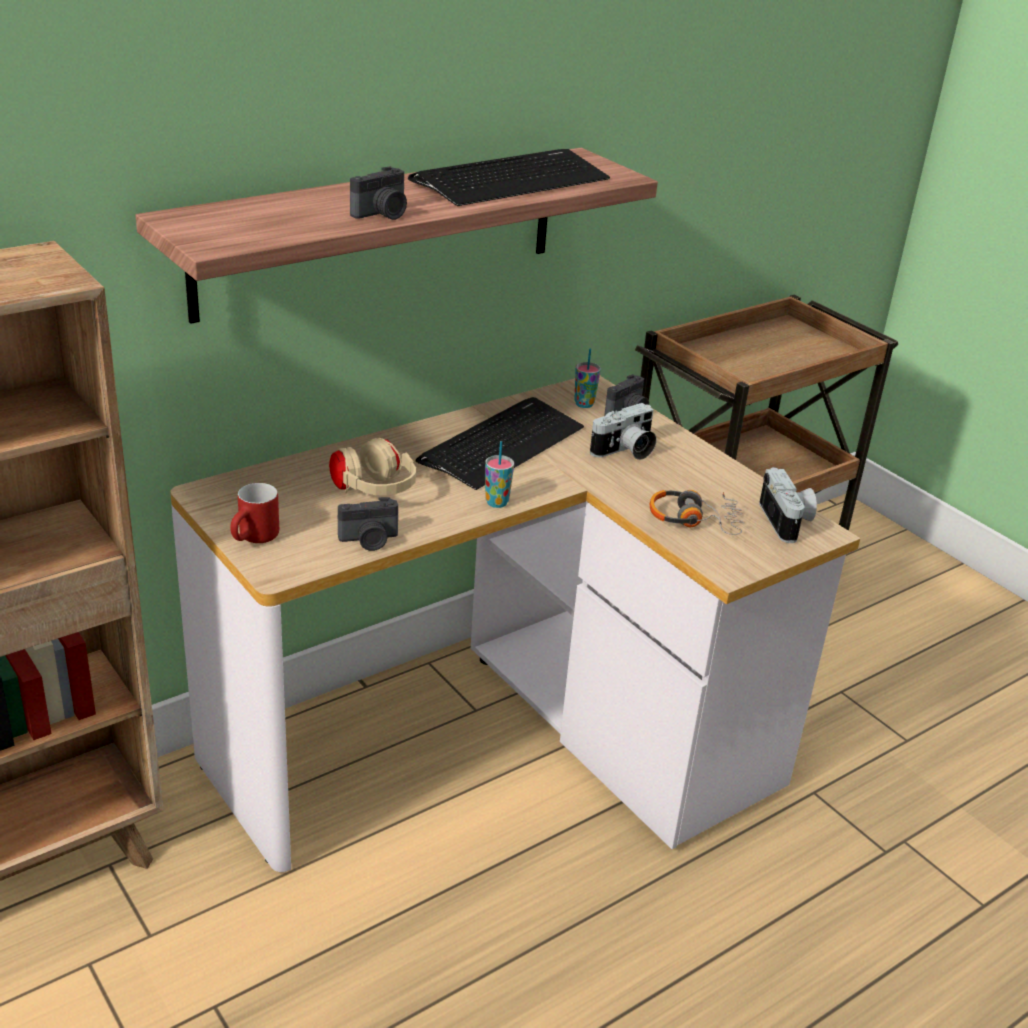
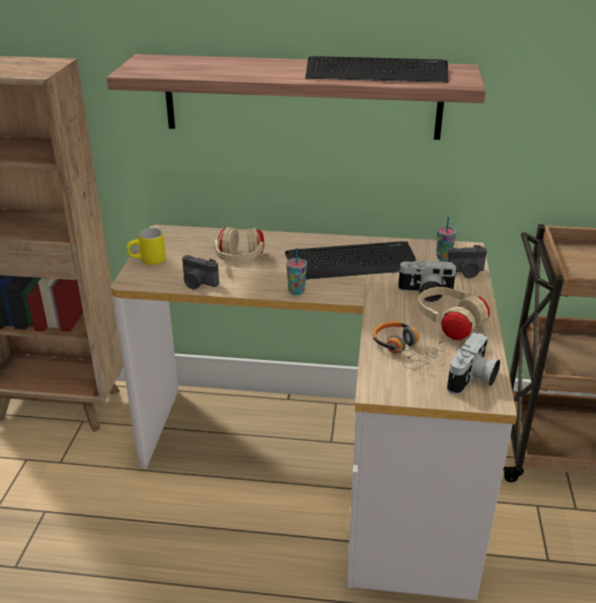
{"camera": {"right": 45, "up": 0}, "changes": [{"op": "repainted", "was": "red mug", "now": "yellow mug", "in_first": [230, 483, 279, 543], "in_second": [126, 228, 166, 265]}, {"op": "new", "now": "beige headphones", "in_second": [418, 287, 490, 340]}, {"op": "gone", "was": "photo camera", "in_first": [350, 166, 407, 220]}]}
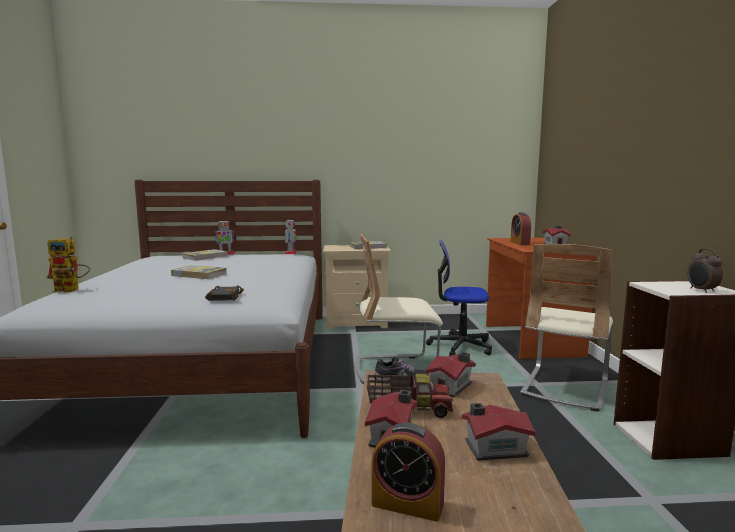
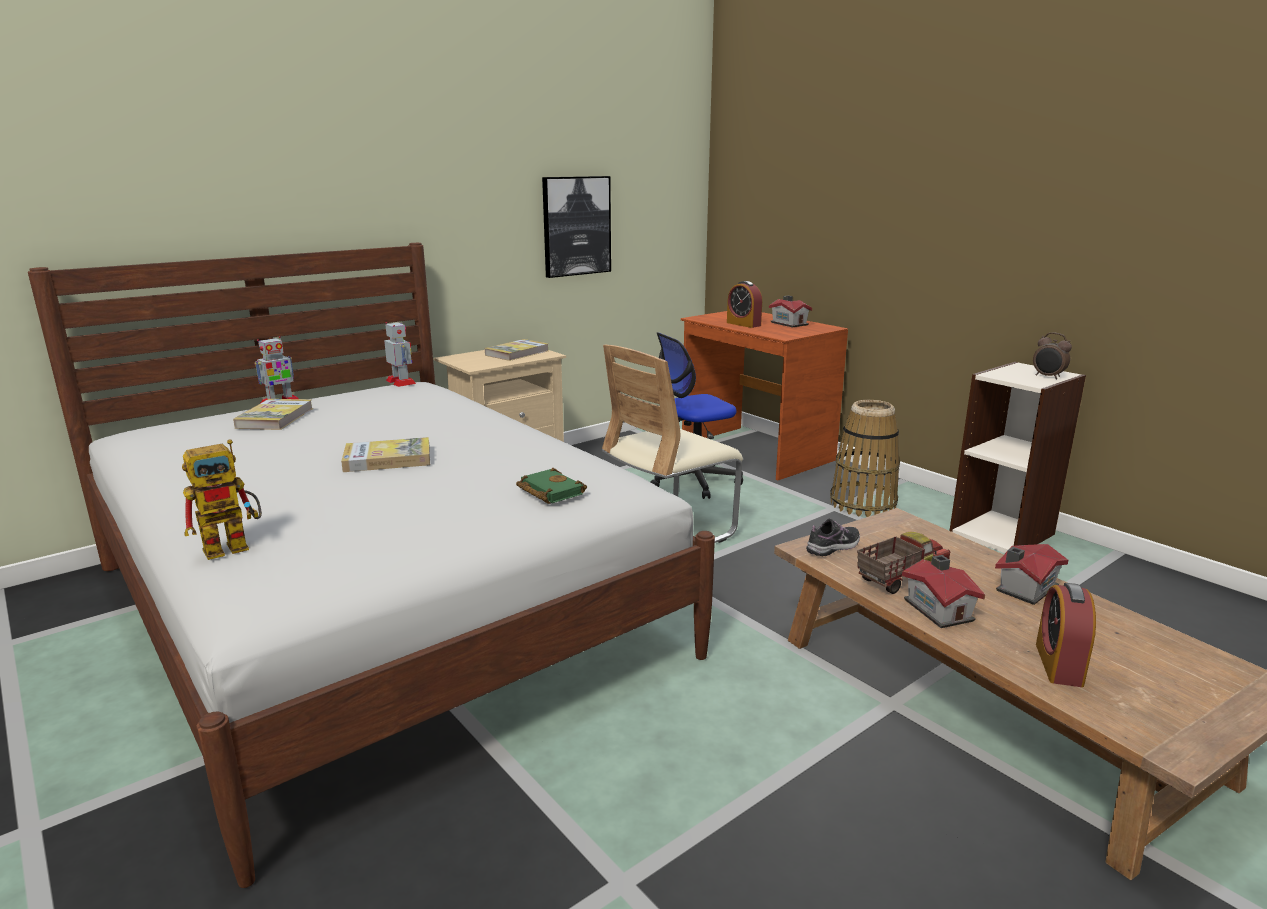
{"camera": {"right": -35, "up": 10}, "changes": [{"op": "repainted", "was": "black book", "now": "green book", "in_first": [205, 285, 244, 301], "in_second": [516, 468, 587, 504]}, {"op": "new", "now": "picture", "in_second": [542, 176, 611, 278]}, {"op": "swapped", "was": "beige chair", "now": "basket", "in_first": [520, 244, 613, 412], "in_second": [830, 400, 900, 517]}, {"op": "rotated", "was": "alarm clock", "in_first": [371, 423, 445, 522], "in_second": [1036, 583, 1096, 687], "clockwise": 120}, {"op": "gone", "was": "toy house", "in_first": [426, 352, 476, 397]}]}
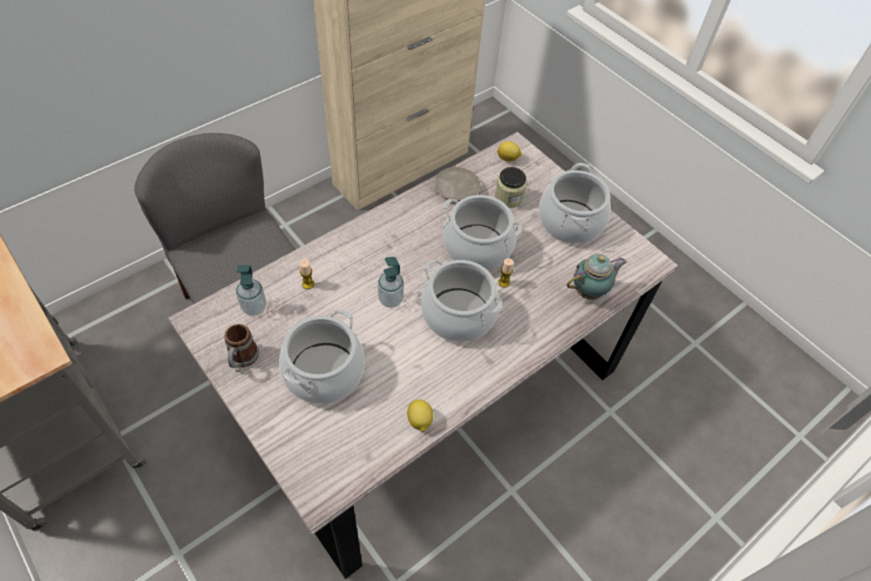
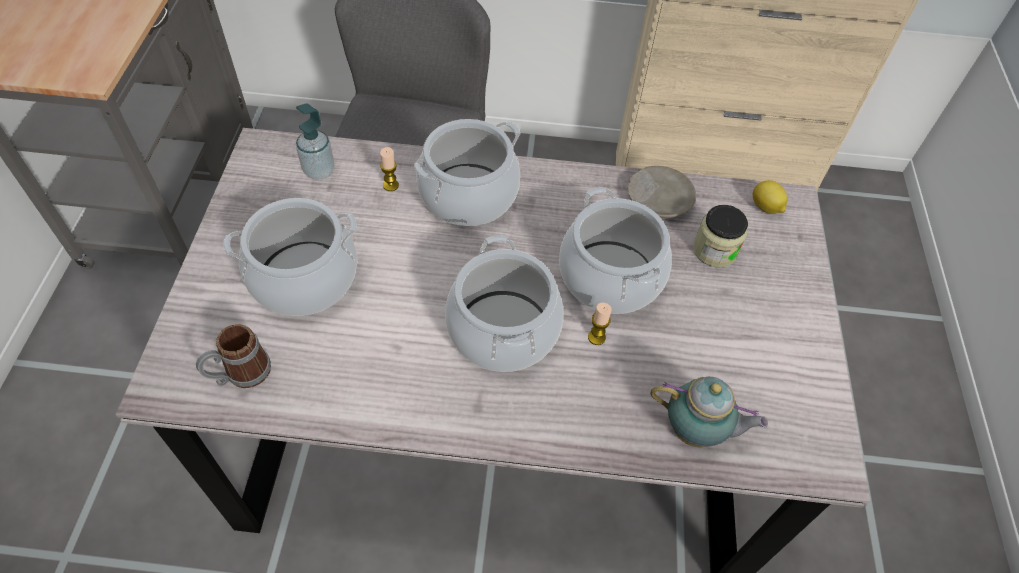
{"camera": {"right": 45, "up": 0}, "changes": [{"op": "shifted", "was": "mug", "in_first": [224, 324, 259, 372], "in_second": [196, 324, 271, 388]}, {"op": "shifted", "was": "cooking pot", "in_first": [539, 163, 611, 243], "in_second": [414, 119, 520, 226]}, {"op": "gone", "was": "soap dispenser", "in_first": [378, 257, 404, 308]}, {"op": "gone", "was": "lemon", "in_first": [407, 400, 433, 432]}]}
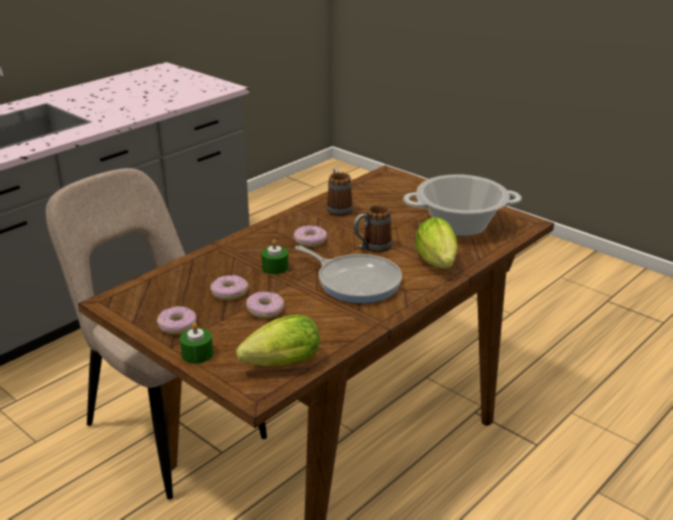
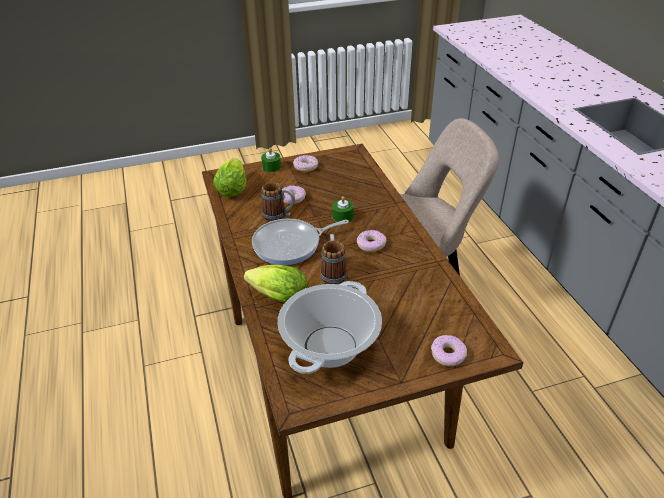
{"camera": {"right": 120, "up": 10}, "changes": [{"op": "shifted", "was": "mug", "in_first": [326, 169, 353, 216], "in_second": [261, 182, 295, 221]}, {"op": "shifted", "was": "donut", "in_first": [210, 275, 248, 300], "in_second": [431, 335, 467, 366]}]}
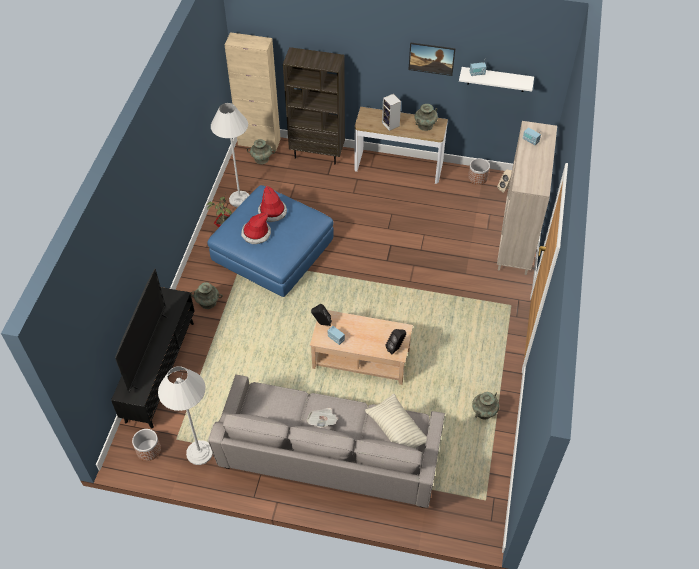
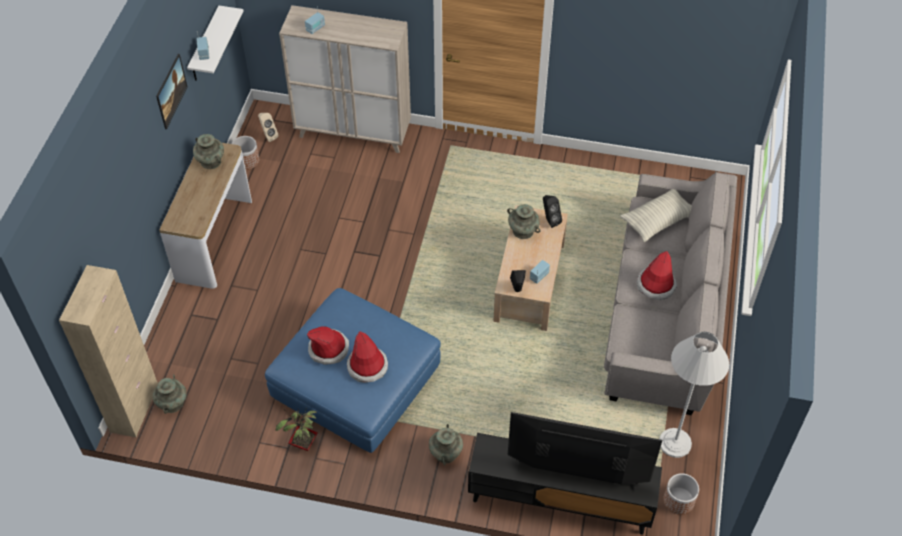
{"camera": {"right": -90, "up": 0}, "changes": [{"op": "shifted", "was": "turquoise vase", "in_first": [472, 392, 500, 420], "in_second": [507, 204, 541, 239]}, {"op": "swapped", "was": "newspaper", "now": "hat", "in_first": [307, 408, 338, 428], "in_second": [637, 251, 677, 300]}, {"op": "gone", "was": "white floor lamp", "in_first": [211, 103, 249, 207]}, {"op": "gone", "was": "brown bookcase", "in_first": [283, 47, 345, 165]}, {"op": "gone", "was": "speaker", "in_first": [382, 94, 401, 131]}]}
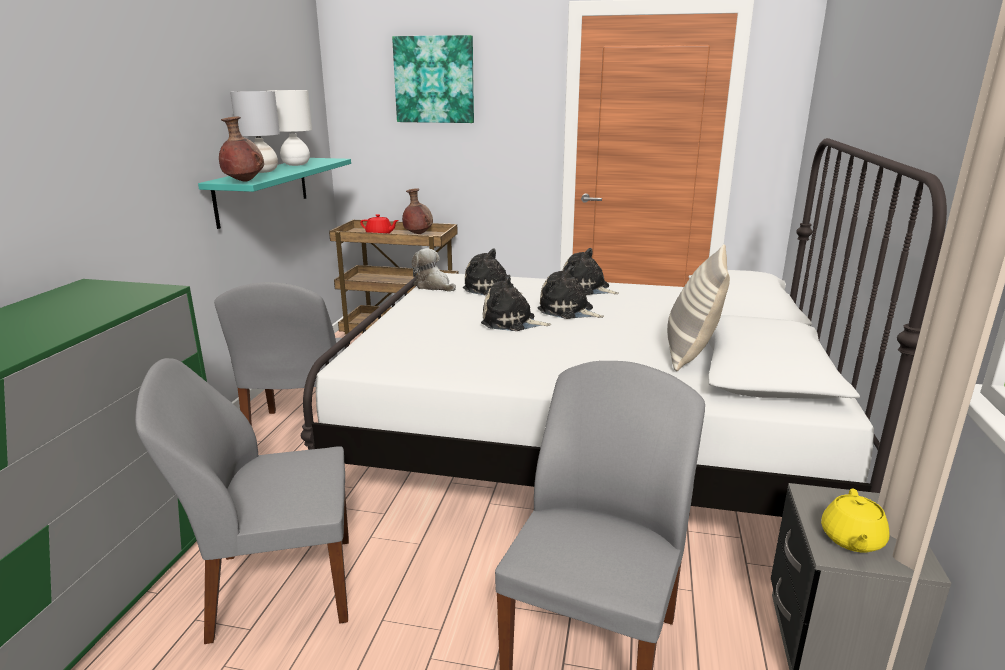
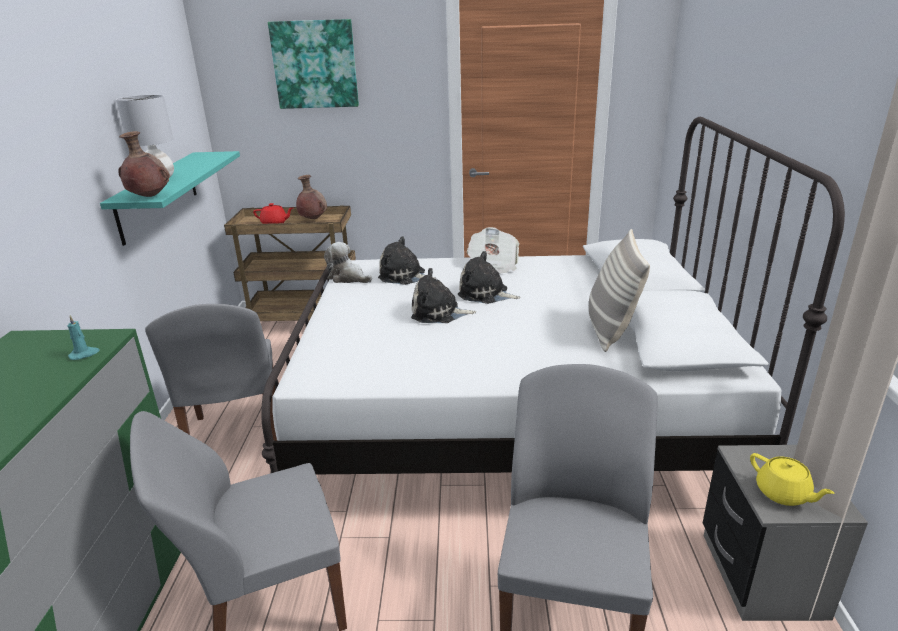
{"camera": {"right": -10, "up": 5}, "changes": [{"op": "new", "now": "turquoise candle", "in_second": [68, 315, 100, 360]}, {"op": "swapped", "was": "plush toy", "now": "newspaper", "in_first": [562, 248, 619, 295], "in_second": [467, 227, 519, 274]}, {"op": "rotated", "was": "yellow teapot", "in_first": [821, 489, 889, 553], "in_second": [750, 453, 835, 506], "clockwise": -45}, {"op": "gone", "was": "white table lamp", "in_first": [267, 90, 312, 166]}]}
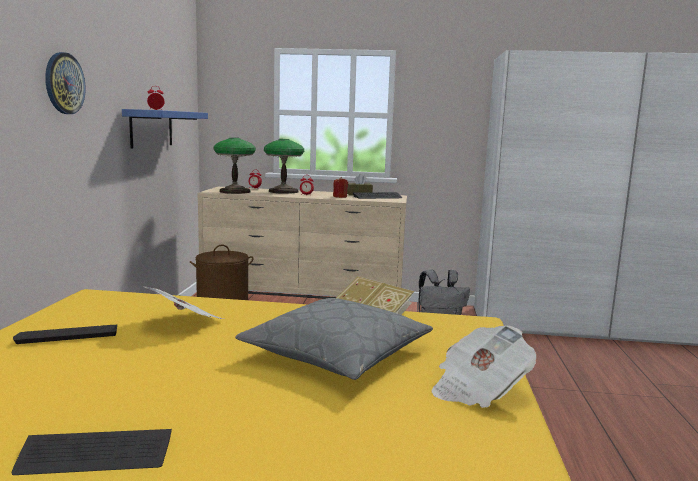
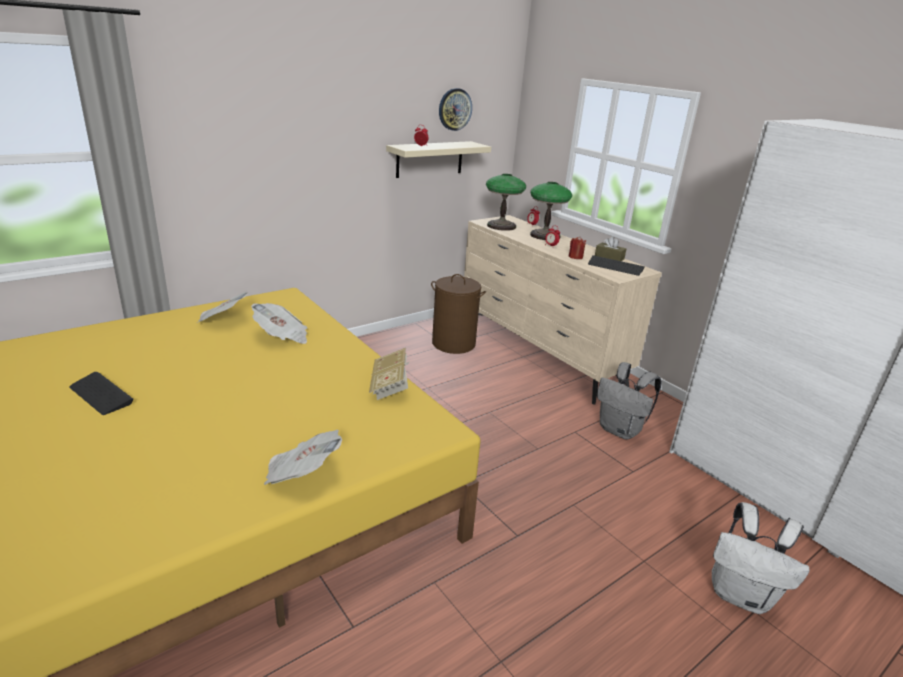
{"camera": {"right": 45, "up": 15}, "changes": [{"op": "swapped", "was": "keyboard", "now": "newspaper", "in_first": [13, 325, 117, 344], "in_second": [197, 291, 248, 323]}, {"op": "repainted", "was": "blue shelf", "now": "beige shelf", "in_first": [122, 109, 208, 149], "in_second": [386, 141, 491, 178]}, {"op": "shifted", "was": "wall clock", "in_first": [45, 52, 86, 114], "in_second": [439, 88, 472, 131]}, {"op": "new", "now": "white backpack", "in_second": [712, 502, 810, 614]}, {"op": "gone", "was": "grey pillow", "in_first": [235, 298, 433, 380]}]}
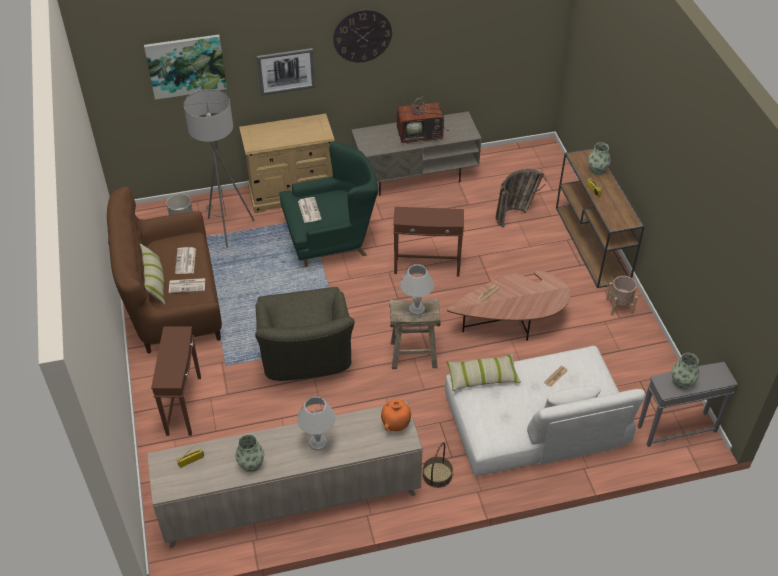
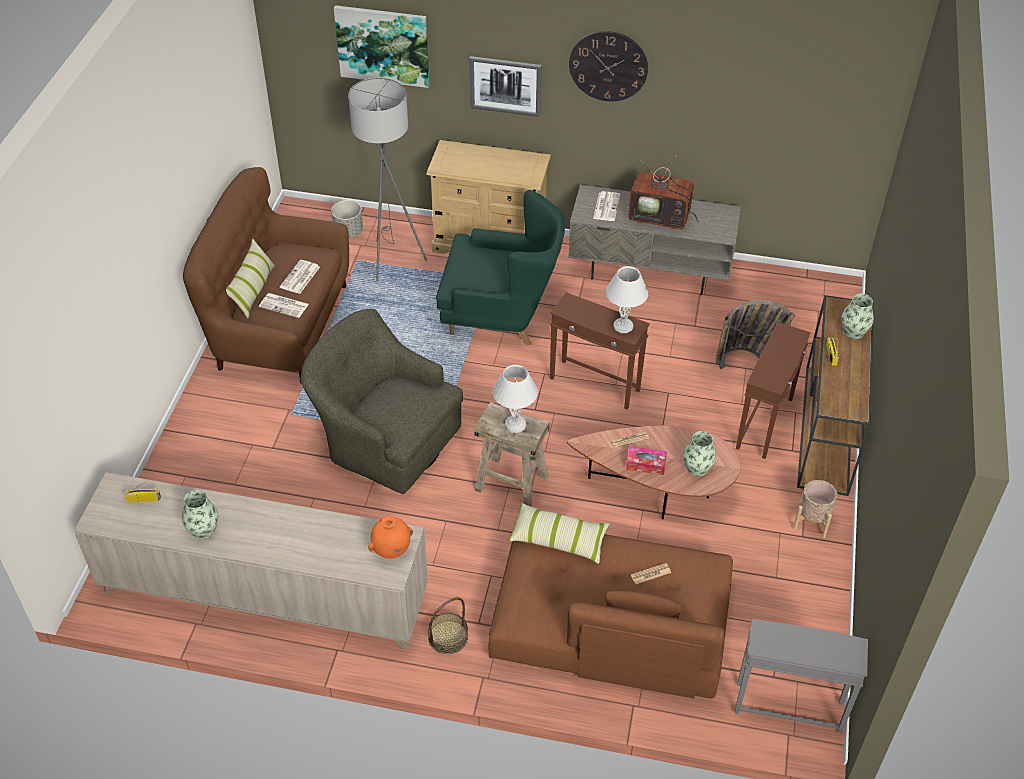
{"camera": {"right": 25, "up": 0}, "changes": [{"op": "rotated", "was": "green armchair", "in_first": [255, 287, 355, 381], "in_second": [301, 309, 463, 494], "clockwise": 105}, {"op": "repainted", "was": "white sofa", "now": "brown sofa", "in_first": [445, 346, 645, 477], "in_second": [488, 534, 733, 698]}, {"op": "shifted", "was": "newspaper", "in_first": [298, 197, 321, 223], "in_second": [593, 191, 620, 221]}, {"op": "shifted", "was": "white table lamp", "in_first": [297, 396, 336, 451], "in_second": [606, 266, 648, 333]}, {"op": "new", "now": "tissue box", "in_second": [626, 446, 667, 475]}, {"op": "shifted", "was": "vase", "in_first": [672, 353, 699, 389], "in_second": [683, 431, 716, 476]}, {"op": "shifted", "was": "brown side table", "in_first": [151, 327, 201, 436], "in_second": [736, 322, 811, 459]}]}
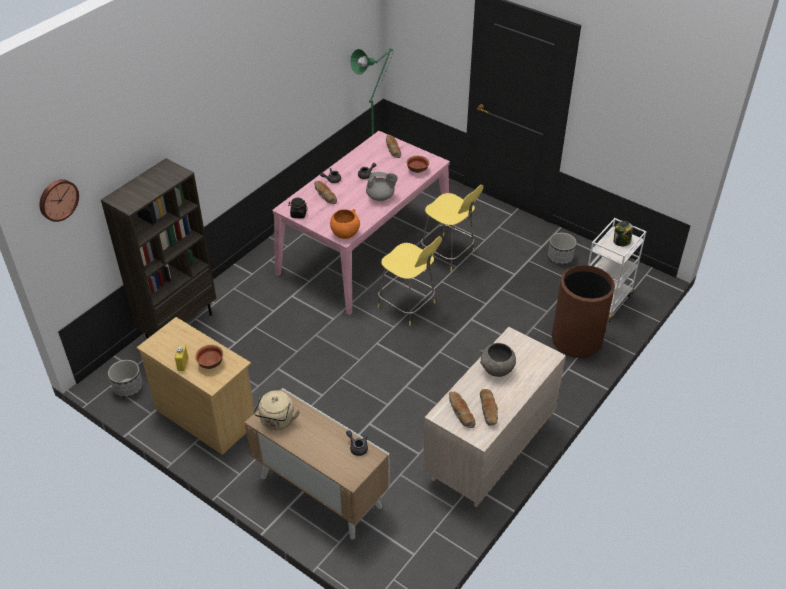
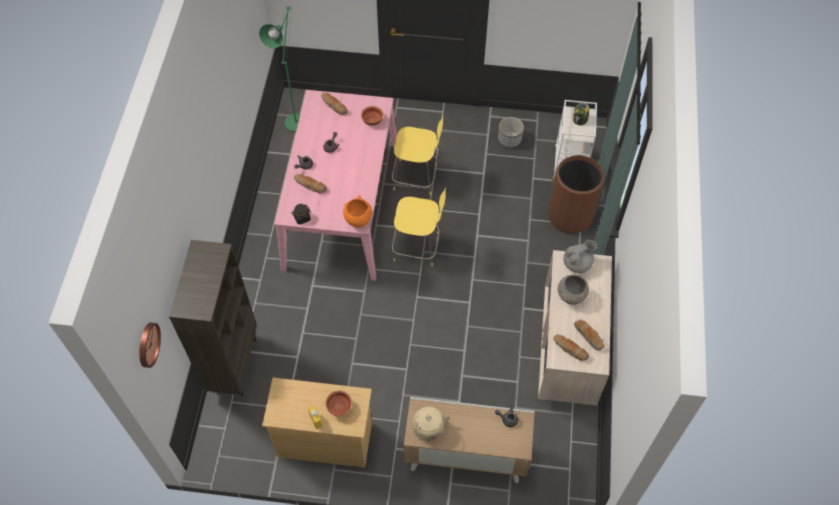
{"camera": {"right": -30, "up": 15}, "changes": [{"op": "shifted", "was": "grey teapot", "in_first": [366, 172, 398, 201], "in_second": [563, 240, 597, 273]}, {"op": "gone", "was": "planter", "in_first": [108, 360, 143, 397]}]}
